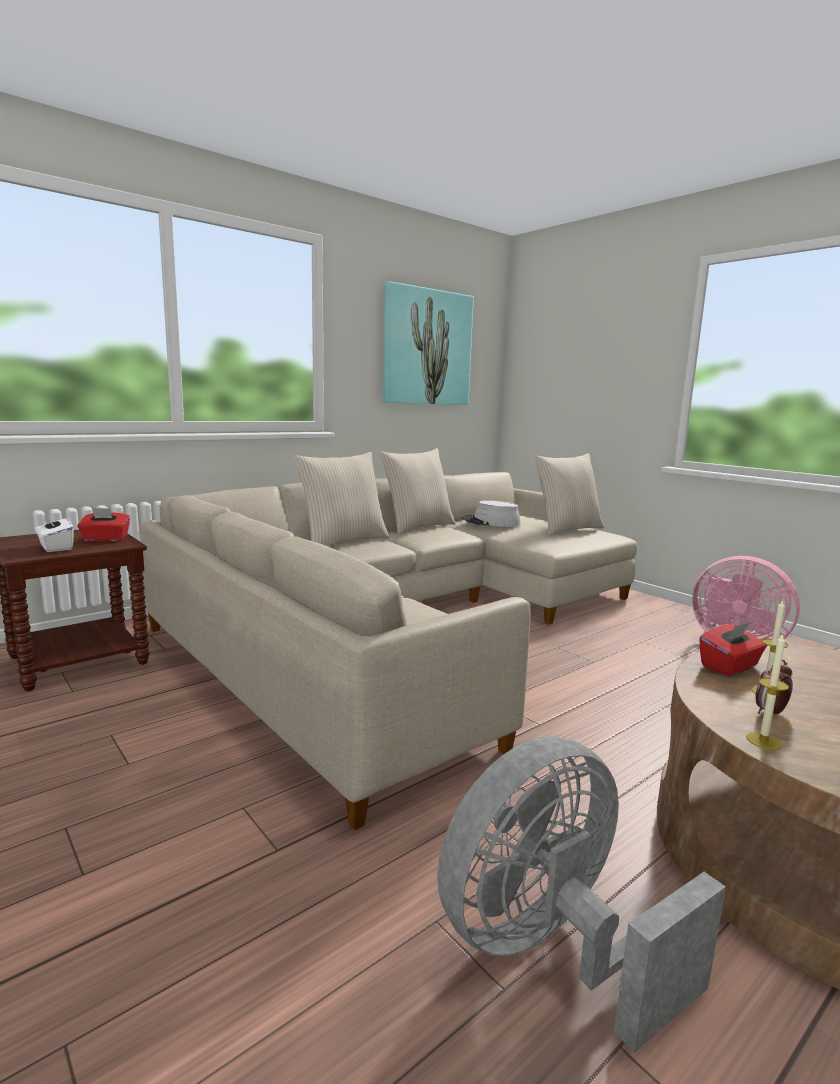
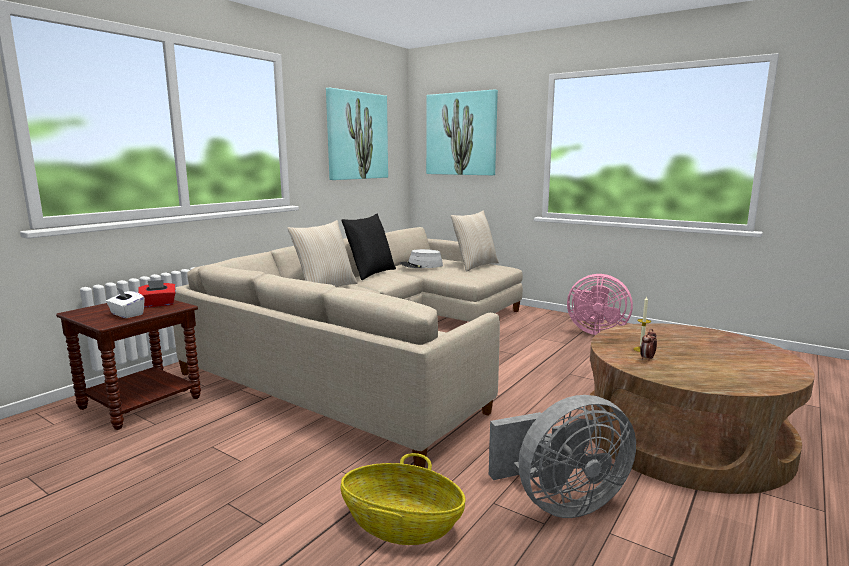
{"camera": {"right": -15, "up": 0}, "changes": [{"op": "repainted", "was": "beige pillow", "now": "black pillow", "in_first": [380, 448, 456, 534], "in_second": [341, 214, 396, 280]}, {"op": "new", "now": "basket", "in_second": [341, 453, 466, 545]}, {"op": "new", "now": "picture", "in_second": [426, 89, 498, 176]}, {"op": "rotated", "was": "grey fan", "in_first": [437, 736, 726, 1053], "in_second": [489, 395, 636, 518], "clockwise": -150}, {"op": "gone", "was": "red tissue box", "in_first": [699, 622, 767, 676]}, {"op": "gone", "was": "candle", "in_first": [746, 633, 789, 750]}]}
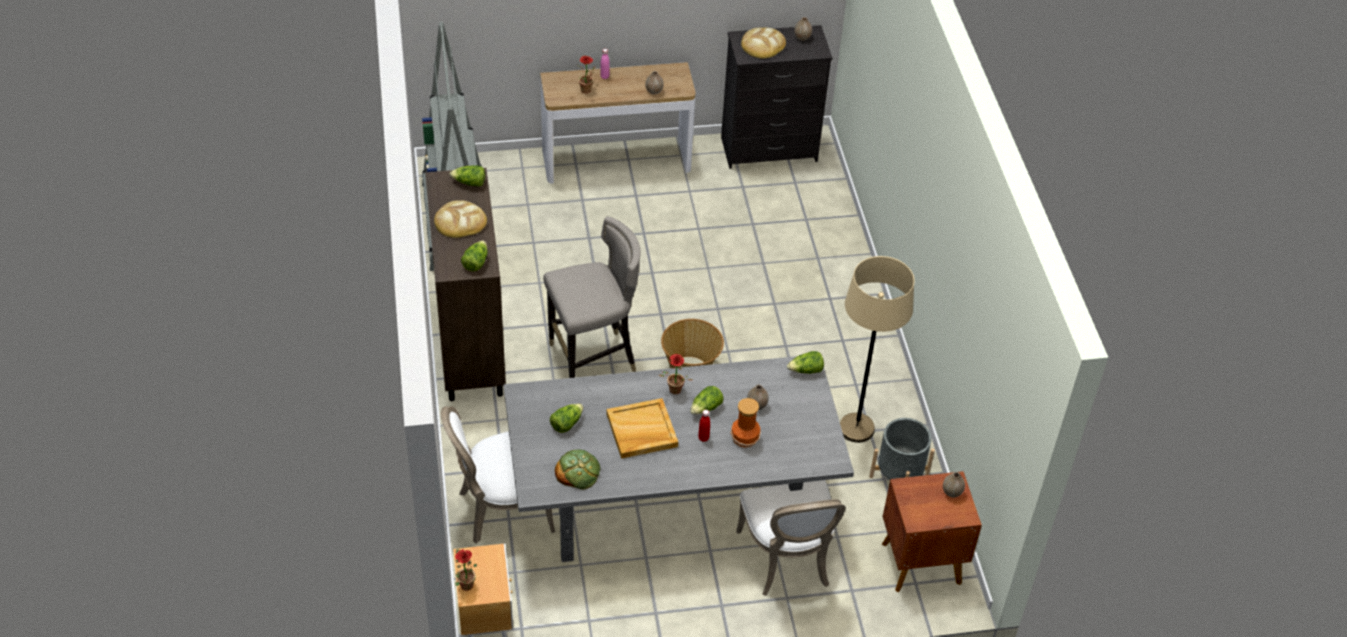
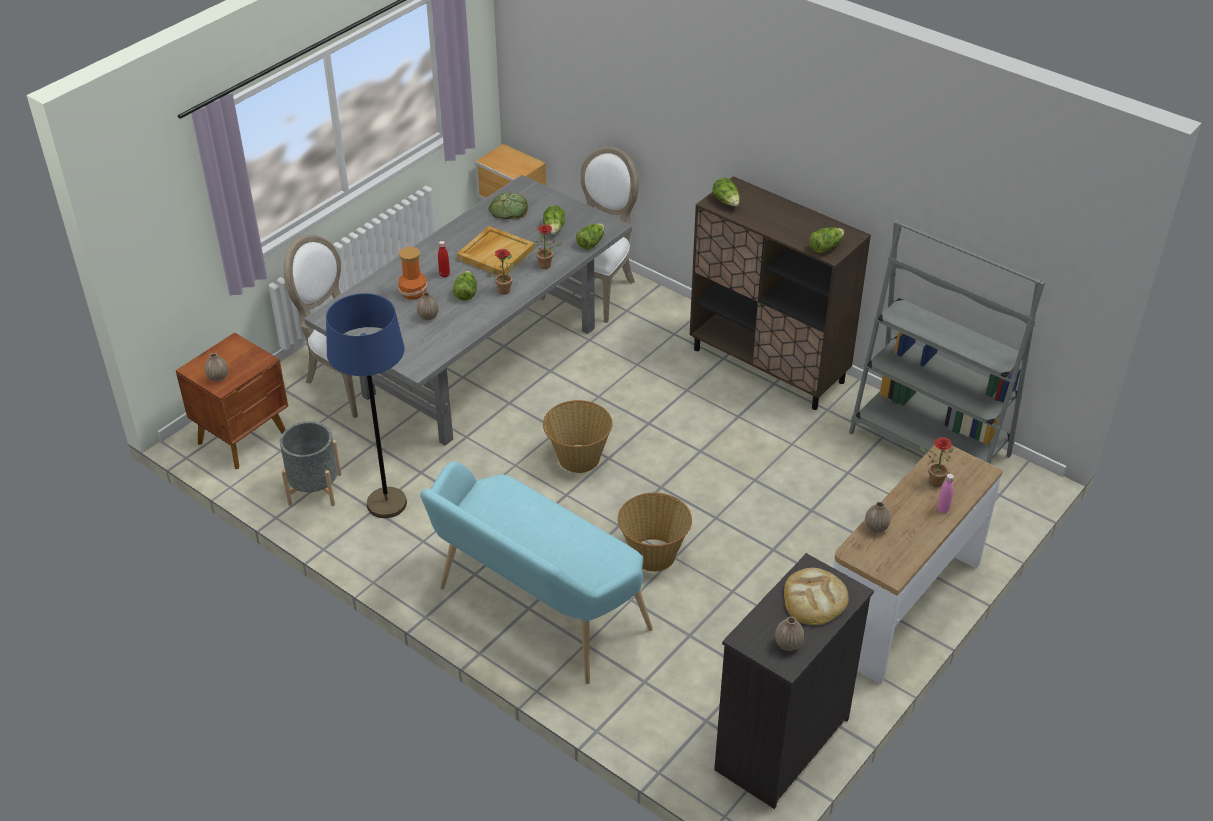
{"camera": {"right": 140, "up": -5}, "changes": [{"op": "repainted", "was": "beige floor lamp", "now": "blue floor lamp", "in_first": [840, 256, 915, 443], "in_second": [326, 293, 407, 518]}, {"op": "new", "now": "turquoise bench", "in_second": [420, 462, 653, 684]}, {"op": "shifted", "was": "potted plant", "in_first": [455, 549, 477, 591], "in_second": [535, 225, 562, 269]}, {"op": "shifted", "was": "lettuce", "in_first": [787, 351, 824, 374], "in_second": [576, 223, 605, 249]}, {"op": "new", "now": "basket", "in_second": [618, 492, 692, 572]}, {"op": "gone", "was": "bread", "in_first": [434, 200, 487, 238]}, {"op": "gone", "was": "grey stool", "in_first": [543, 216, 641, 378]}]}
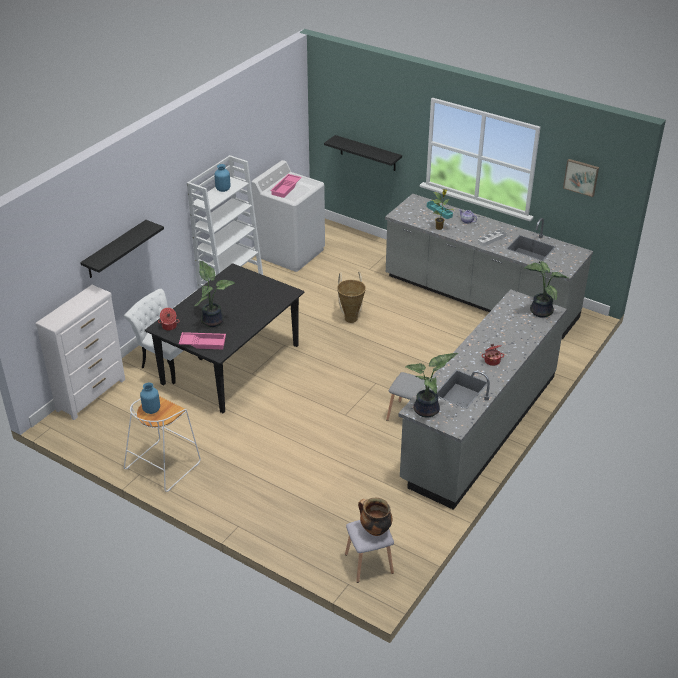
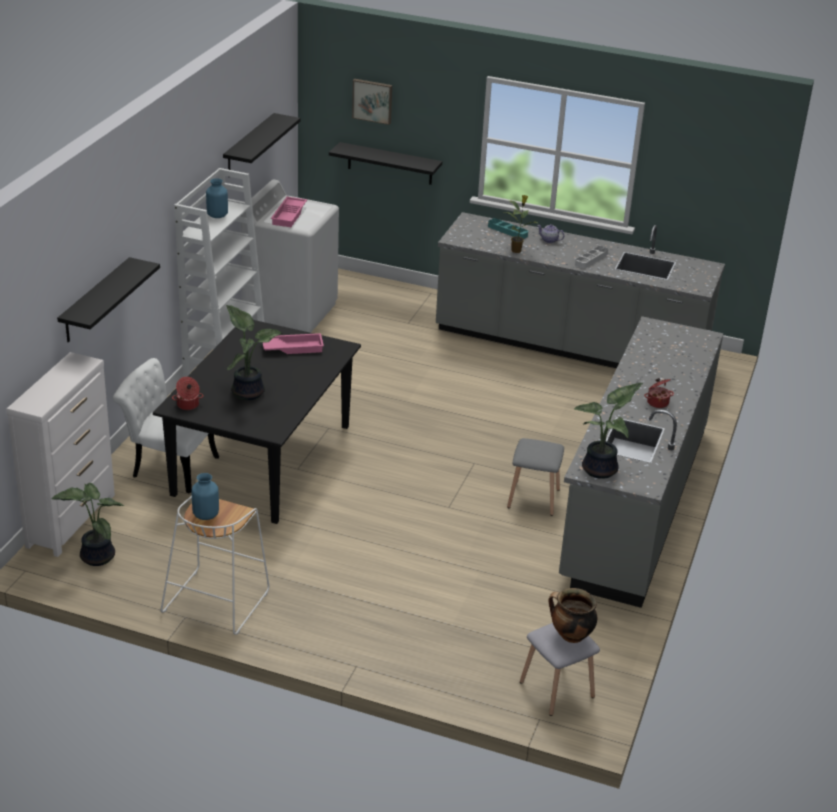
{"camera": {"right": -15, "up": -5}, "changes": [{"op": "shifted", "was": "potted plant", "in_first": [524, 261, 568, 318], "in_second": [52, 483, 125, 566]}, {"op": "new", "now": "black shelf", "in_second": [223, 113, 301, 178]}, {"op": "shifted", "was": "pink tray", "in_first": [179, 332, 226, 349], "in_second": [263, 333, 324, 354]}, {"op": "shifted", "was": "picture", "in_first": [563, 159, 599, 197], "in_second": [352, 79, 392, 125]}, {"op": "gone", "was": "basket", "in_first": [337, 272, 366, 323]}]}
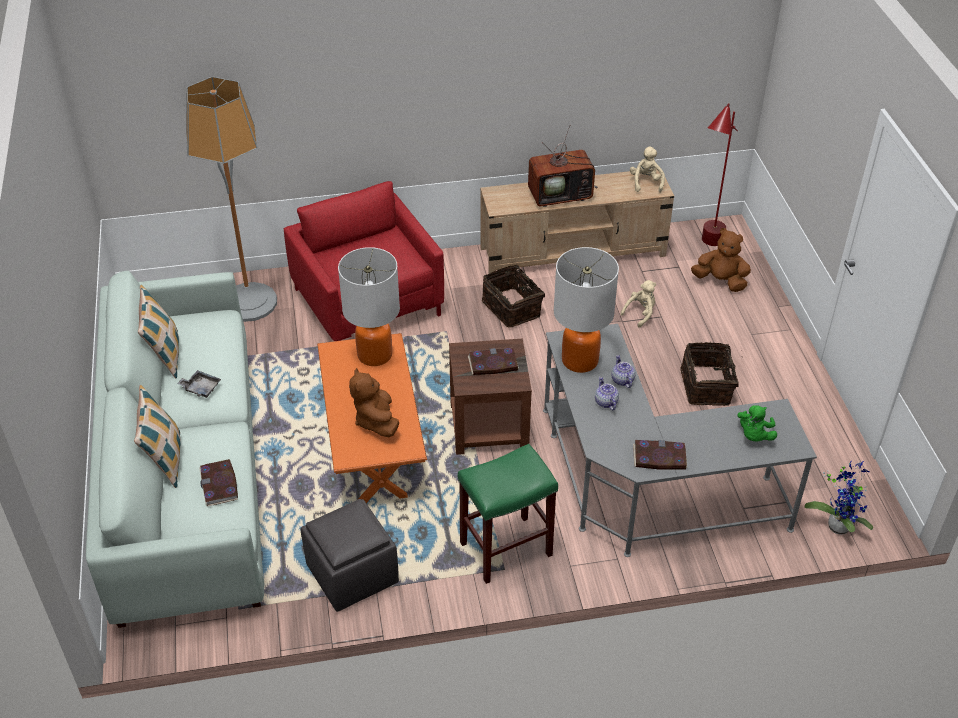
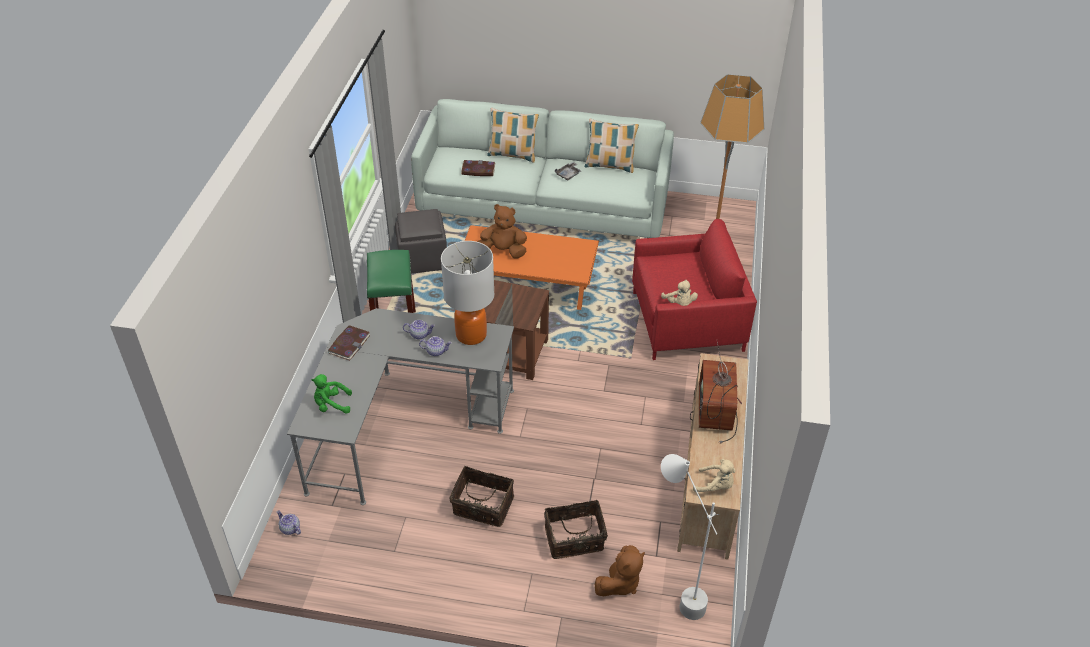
{"camera": {"right": 110, "up": 0}, "changes": [{"op": "swapped", "was": "potted plant", "now": "teapot", "in_first": [805, 461, 873, 535], "in_second": [277, 510, 301, 535]}, {"op": "rotated", "was": "green plush toy", "in_first": [737, 405, 777, 442], "in_second": [311, 374, 352, 414], "clockwise": -45}, {"op": "shifted", "was": "basket", "in_first": [482, 265, 545, 328], "in_second": [544, 500, 608, 559]}, {"op": "shifted", "was": "beige plush toy", "in_first": [620, 280, 656, 328], "in_second": [661, 280, 698, 306]}, {"op": "repainted", "was": "red floor lamp", "now": "white floor lamp", "in_first": [702, 103, 738, 246], "in_second": [661, 454, 719, 620]}, {"op": "gone", "was": "table lamp", "in_first": [338, 247, 400, 366]}, {"op": "gone", "was": "book", "in_first": [468, 348, 519, 375]}]}
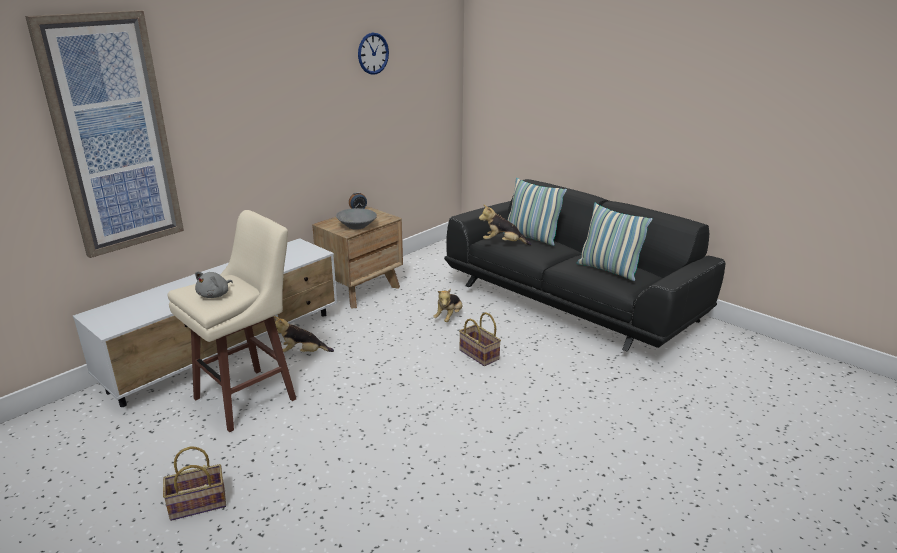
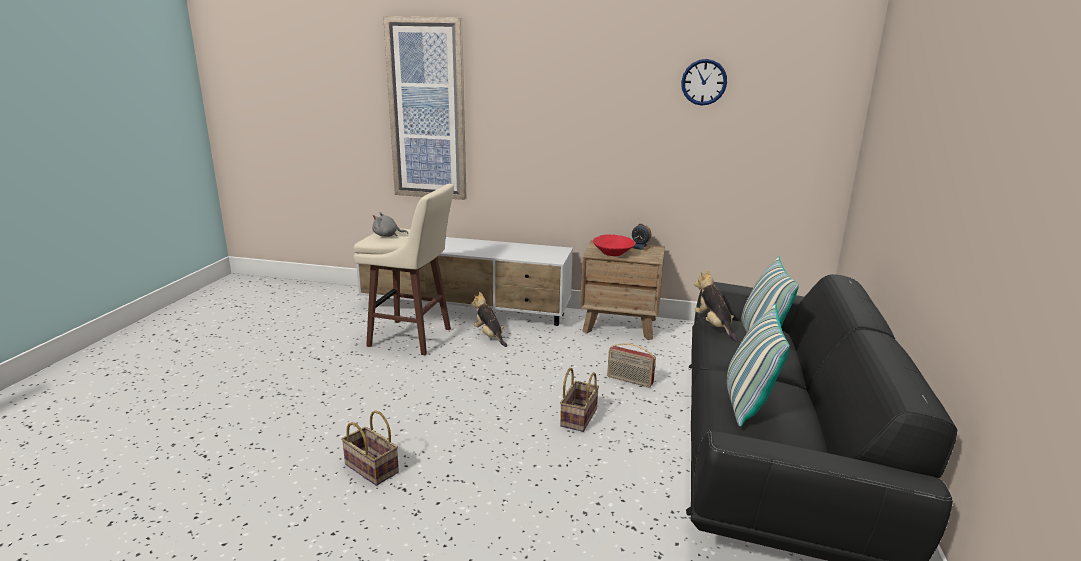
{"camera": {"right": 60, "up": -5}, "changes": [{"op": "shifted", "was": "basket", "in_first": [163, 446, 226, 521], "in_second": [341, 410, 399, 486]}, {"op": "repainted", "was": "grey bowl", "now": "red bowl", "in_first": [336, 208, 377, 230], "in_second": [593, 234, 635, 256]}, {"op": "swapped", "was": "plush toy", "now": "radio", "in_first": [433, 289, 462, 322], "in_second": [607, 343, 656, 387]}]}
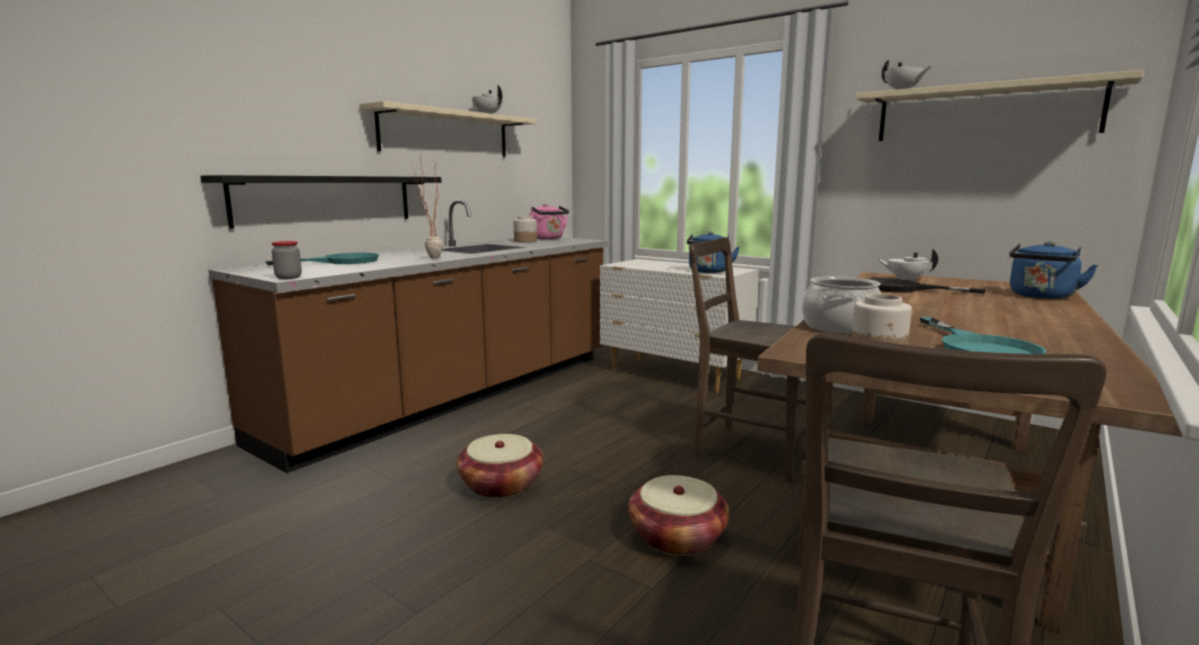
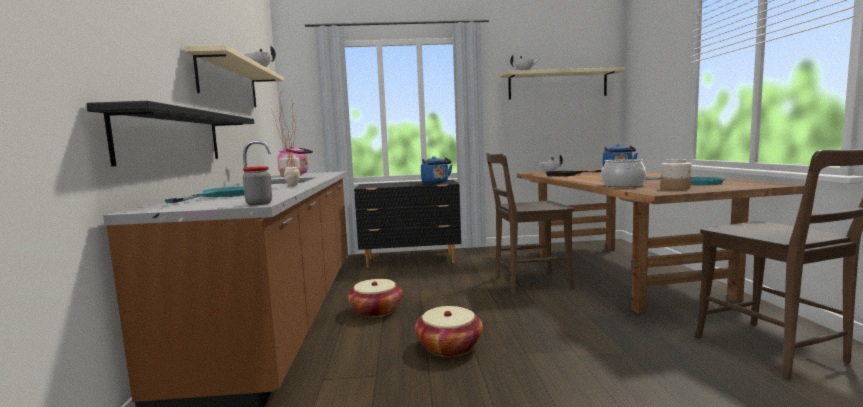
{"camera": {"right": -40, "up": -5}, "changes": [{"op": "shifted", "was": "basket", "in_first": [628, 475, 729, 556], "in_second": [348, 279, 403, 317]}, {"op": "repainted", "was": "white dresser", "now": "black dresser", "in_first": [600, 259, 759, 393], "in_second": [354, 180, 461, 268]}]}
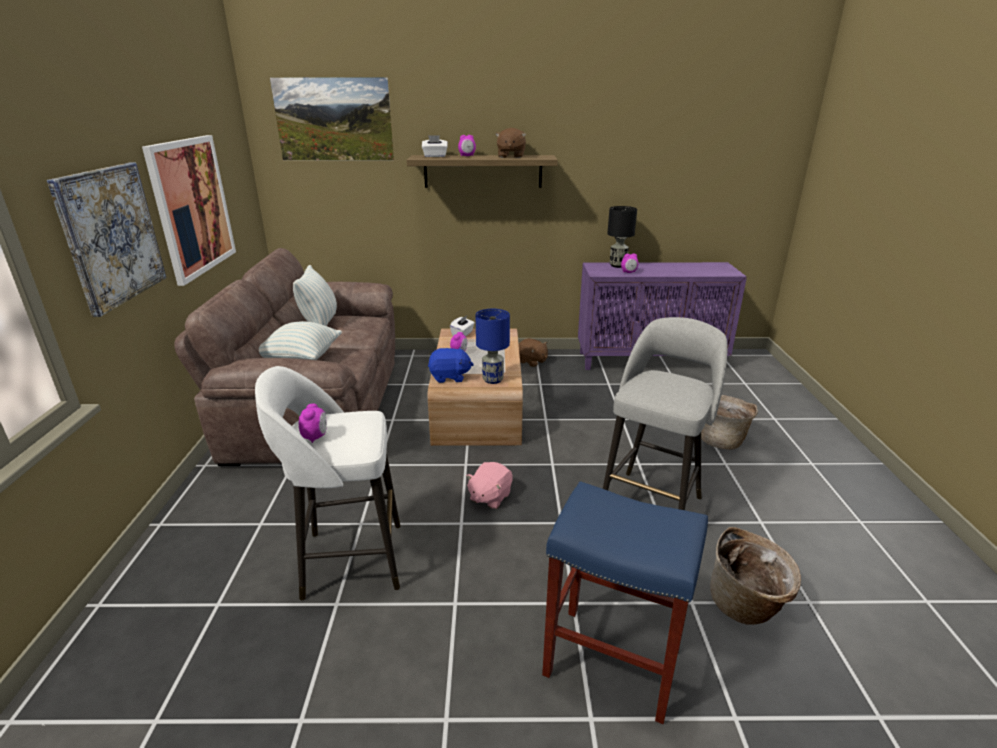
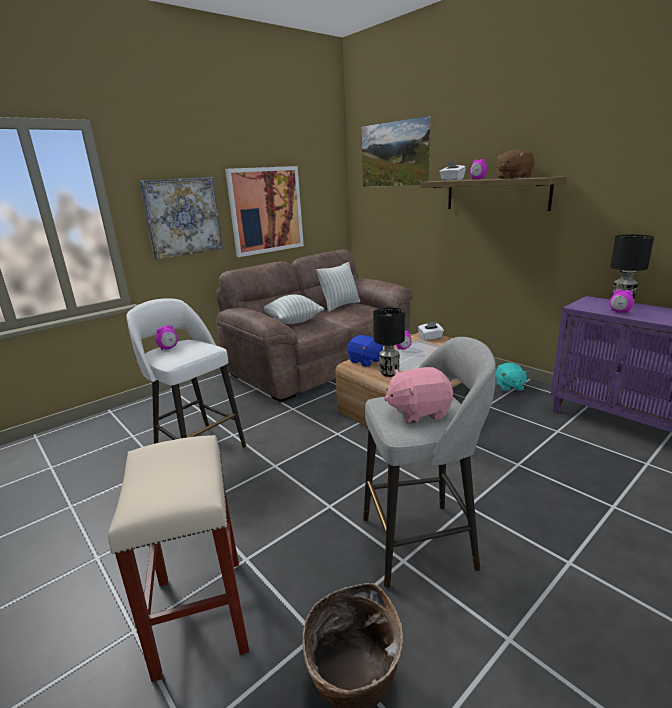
{"camera": {"right": 50, "up": -5}, "changes": [{"op": "repainted", "was": "blue stool", "now": "beige stool", "in_first": [542, 481, 708, 724], "in_second": [108, 435, 249, 682]}, {"op": "repainted", "was": "blue table lamp", "now": "black table lamp", "in_first": [476, 309, 510, 384], "in_second": [373, 308, 405, 377]}, {"op": "shifted", "was": "pink plush toy", "in_first": [466, 462, 513, 509], "in_second": [384, 367, 453, 424]}, {"op": "repainted", "was": "brown plush toy", "now": "turquoise plush toy", "in_first": [519, 338, 548, 367], "in_second": [496, 362, 529, 392]}, {"op": "gone", "was": "basket", "in_first": [701, 395, 758, 450]}]}
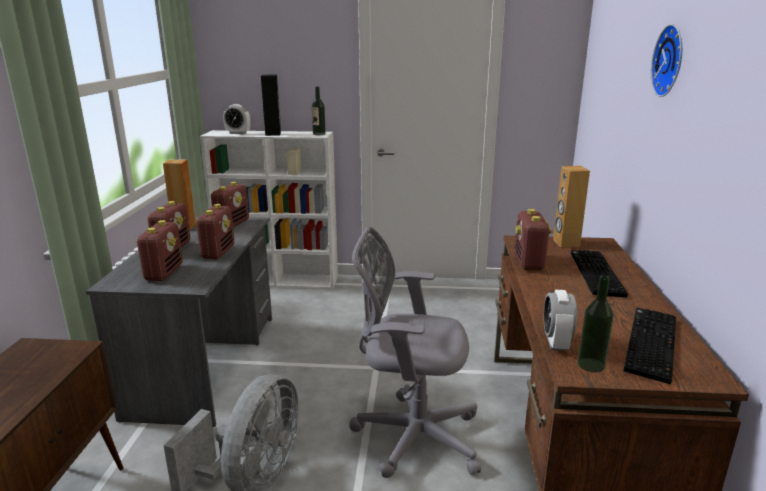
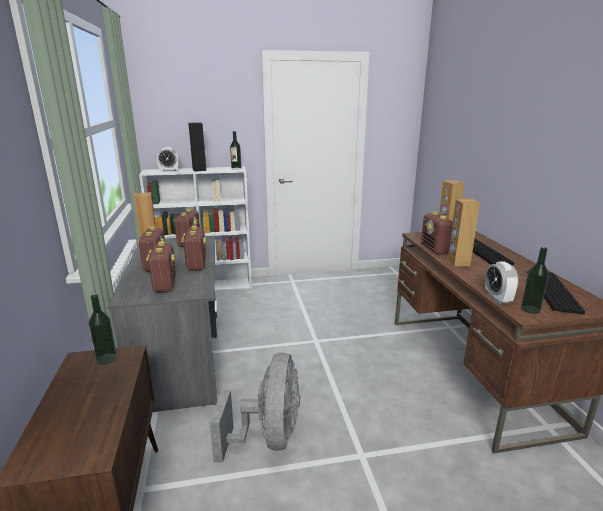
{"camera": {"right": -15, "up": 0}, "changes": [{"op": "new", "now": "bottle", "in_second": [88, 294, 117, 365]}, {"op": "new", "now": "brown speaker", "in_second": [448, 199, 480, 267]}, {"op": "gone", "was": "grey office chair", "in_first": [349, 227, 481, 478]}, {"op": "gone", "was": "wall clock", "in_first": [651, 24, 682, 97]}]}
